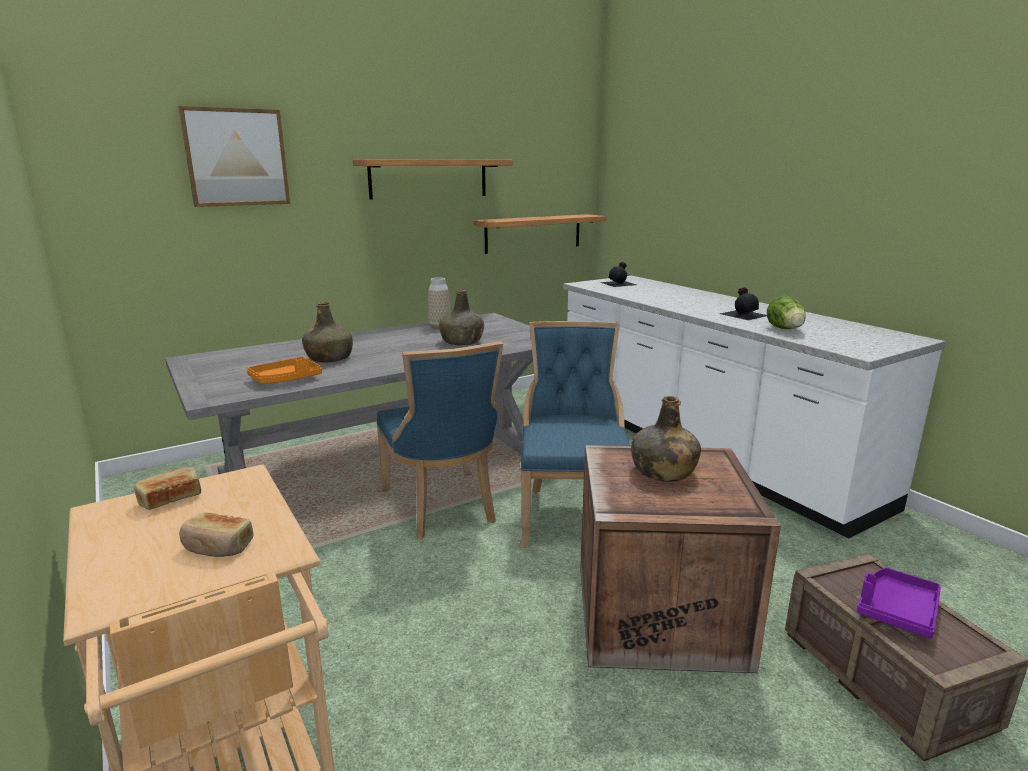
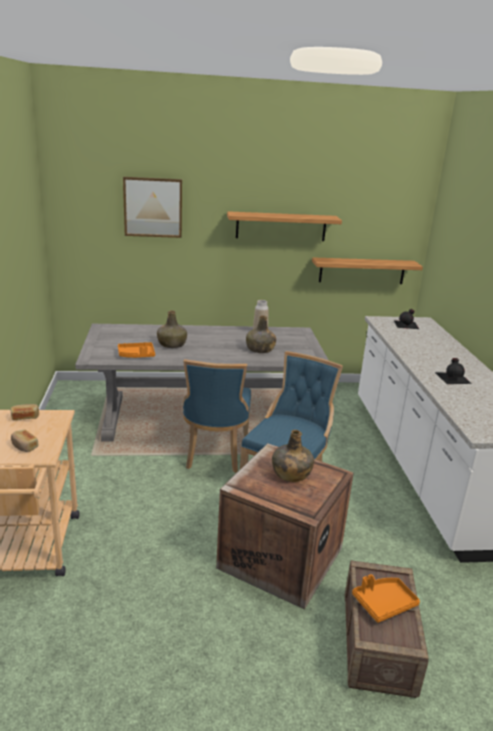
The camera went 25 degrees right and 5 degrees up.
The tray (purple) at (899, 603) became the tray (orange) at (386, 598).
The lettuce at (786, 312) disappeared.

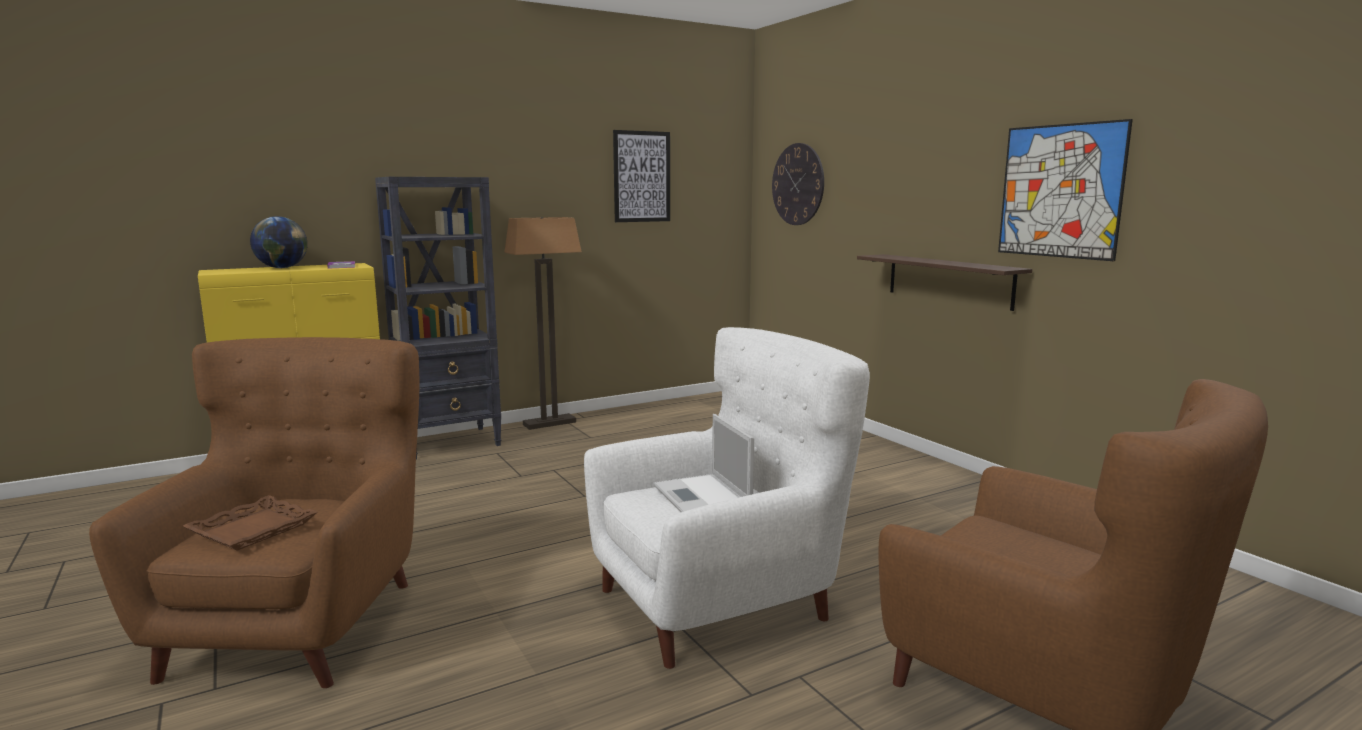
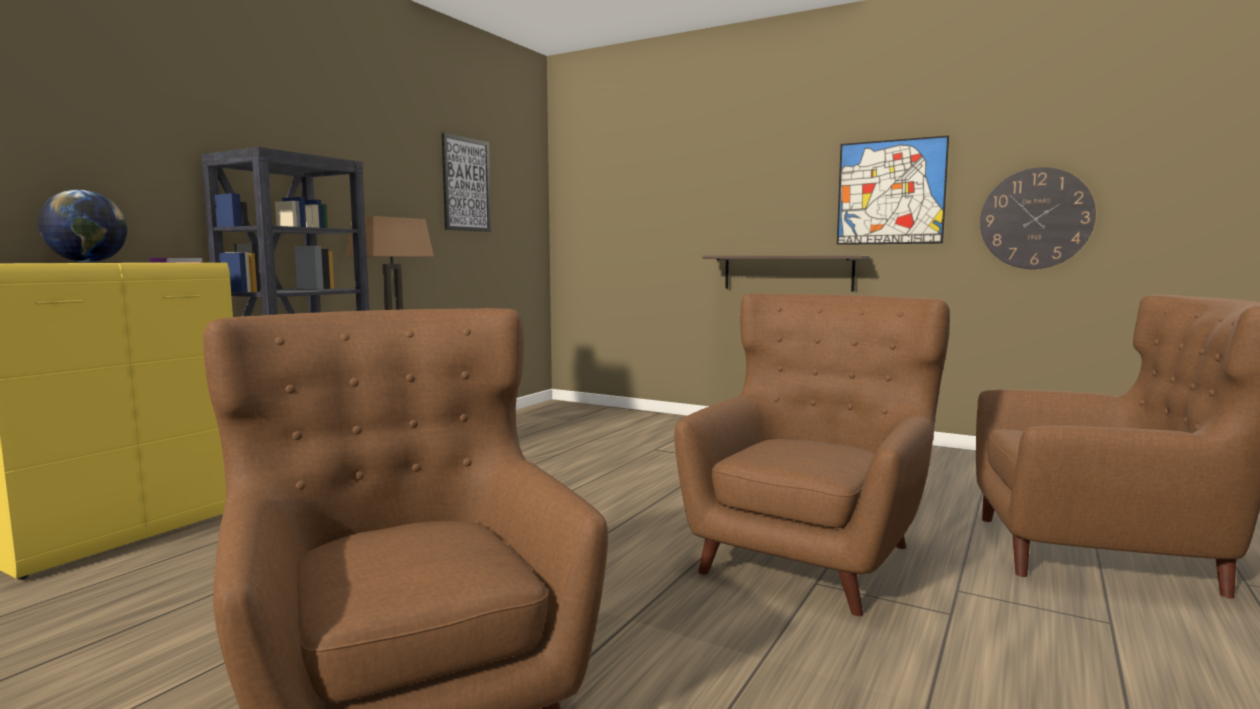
The camera went 30 degrees left and 5 degrees down.
The armchair (white) at (727, 498) became the armchair (brown) at (812, 454).
The wall clock moved from (798, 184) to (1038, 218).
The tray (brown) at (250, 523) disappeared.
The laptop at (703, 463) disappeared.

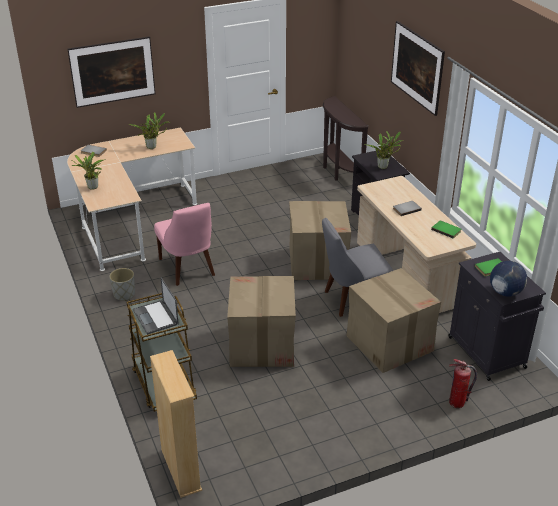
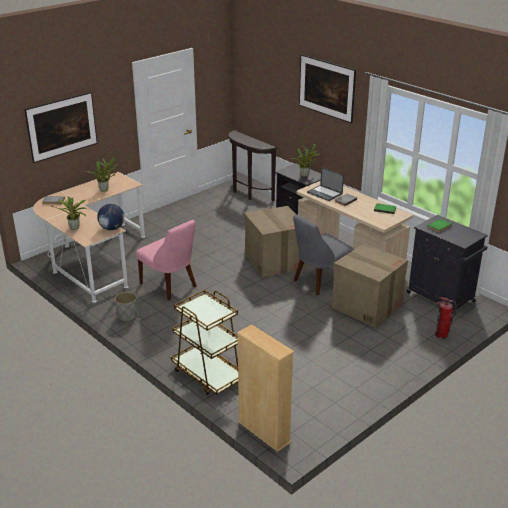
The camera went 20 degrees left and 5 degrees down.
The globe moved from (508, 279) to (110, 217).
The laptop moved from (156, 306) to (325, 184).
The cardboard box at (261, 321) disappeared.

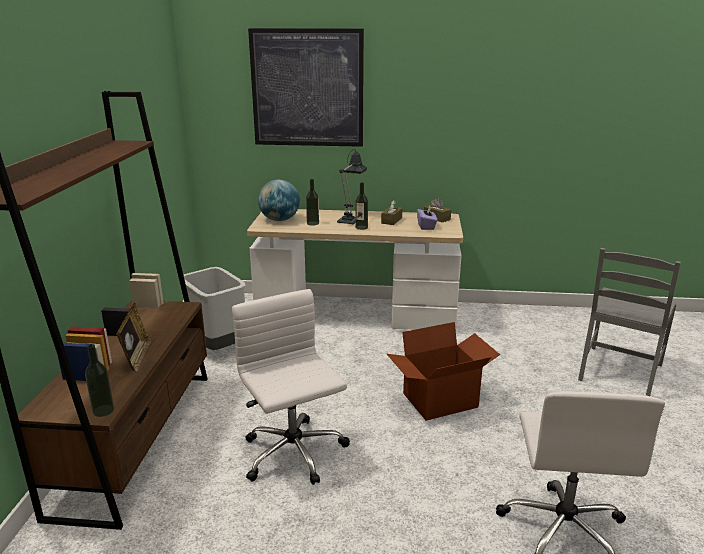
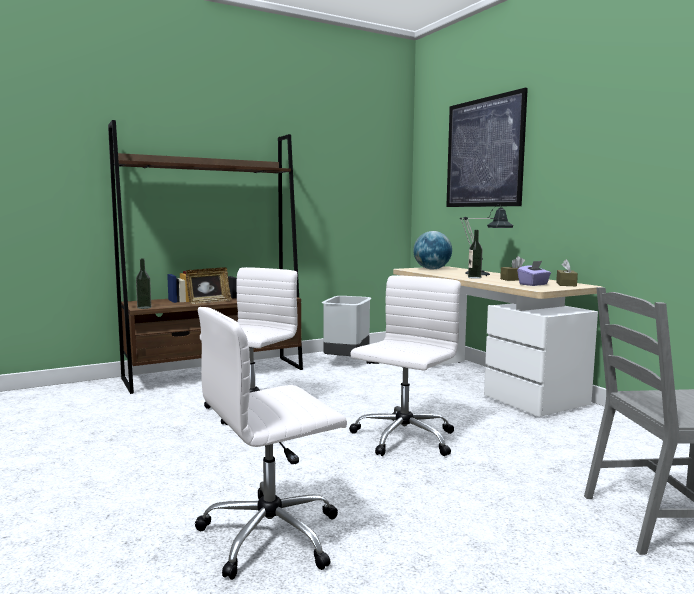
The camera went 55 degrees right and 15 degrees down.
The cardboard box at (443, 371) was replaced by the office chair (white) at (405, 365).
The bottle at (312, 202) disappeared.

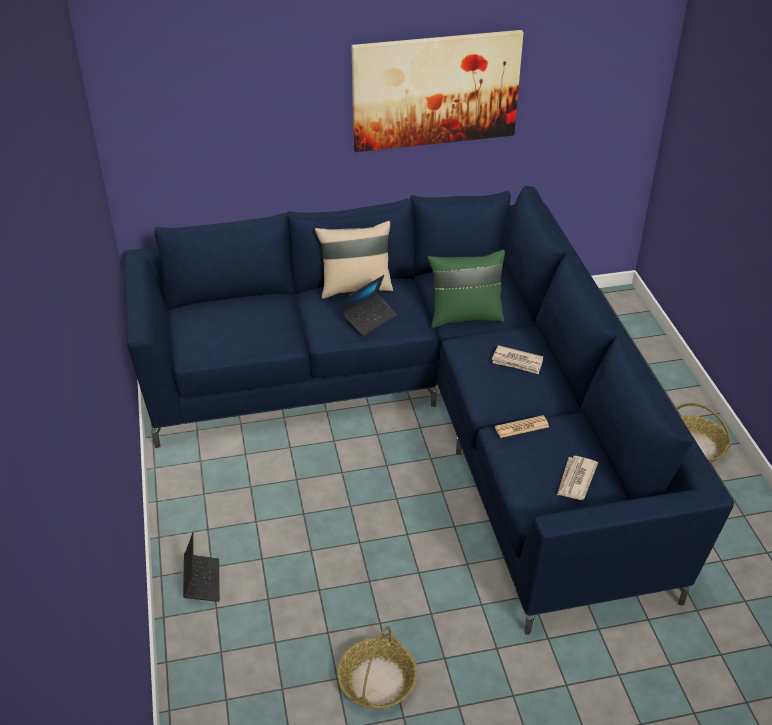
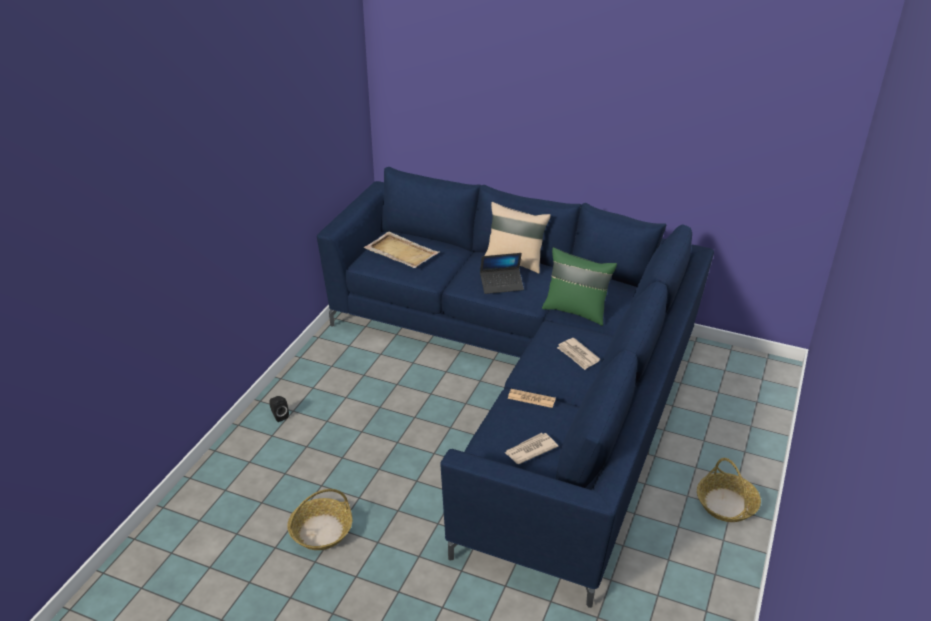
The camera went 35 degrees right and 5 degrees down.
The laptop at (201, 567) was replaced by the speaker (black) at (279, 409).
The tray (beige) at (401, 250) appeared.
The picture at (437, 91) disappeared.

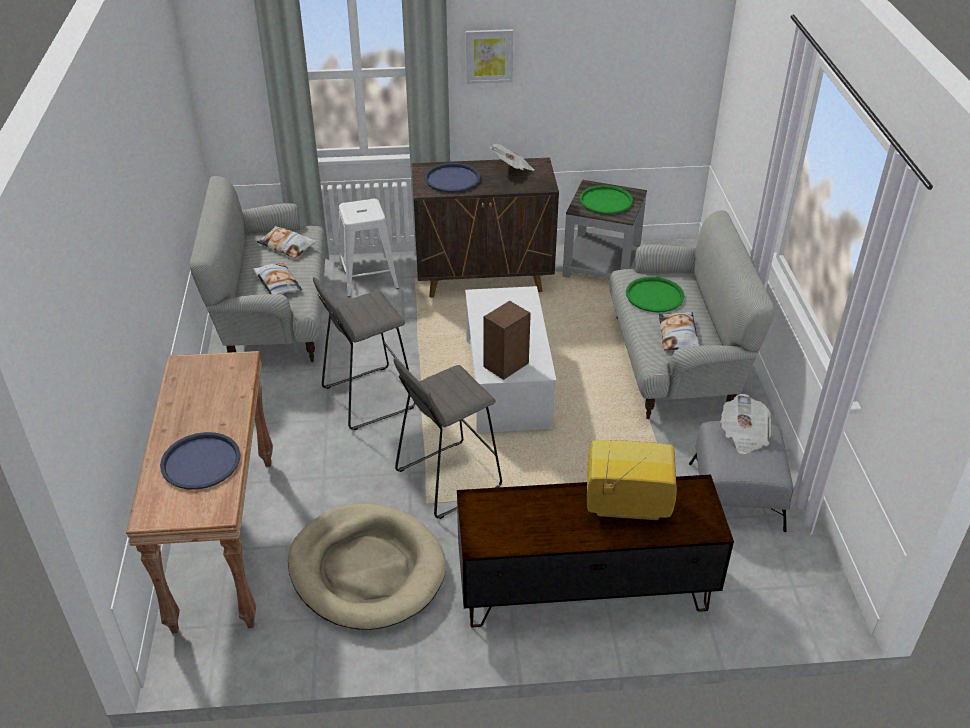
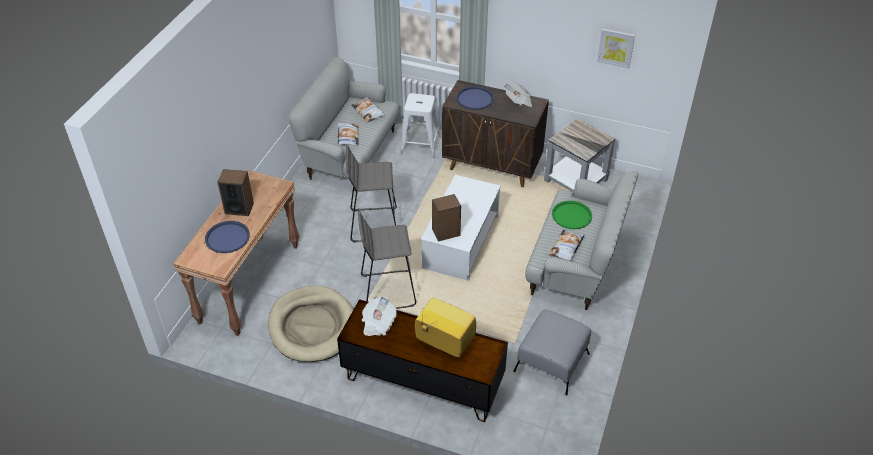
The camera went 25 degrees right and 5 degrees up.
The speaker at (235, 192) appeared.
The newspaper moved from (745, 424) to (379, 316).
The picture moved from (489, 56) to (616, 48).
The tray (green) at (606, 199) disappeared.

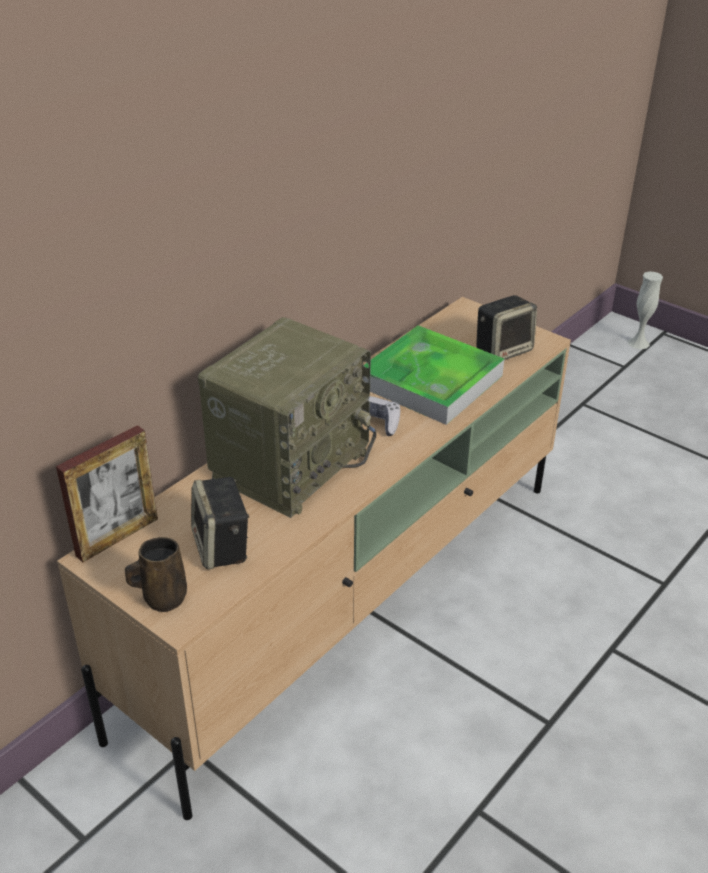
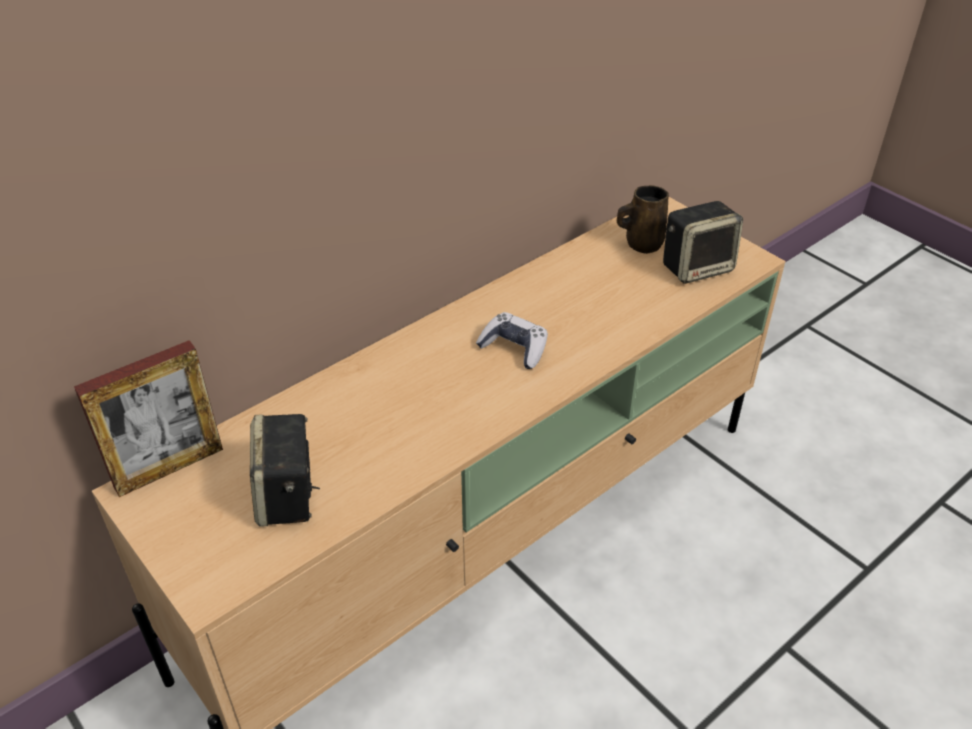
The camera went 10 degrees right and 5 degrees up.
The mug (brown) moved from (156, 574) to (643, 219).
The radio at (287, 417) disappeared.
The tray at (433, 375) disappeared.
The vase (white) at (645, 310) disappeared.

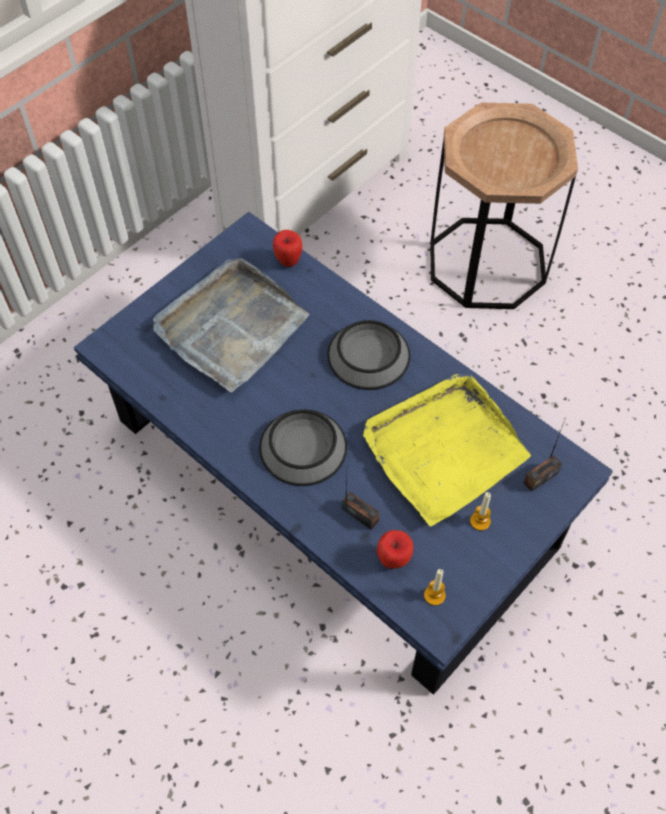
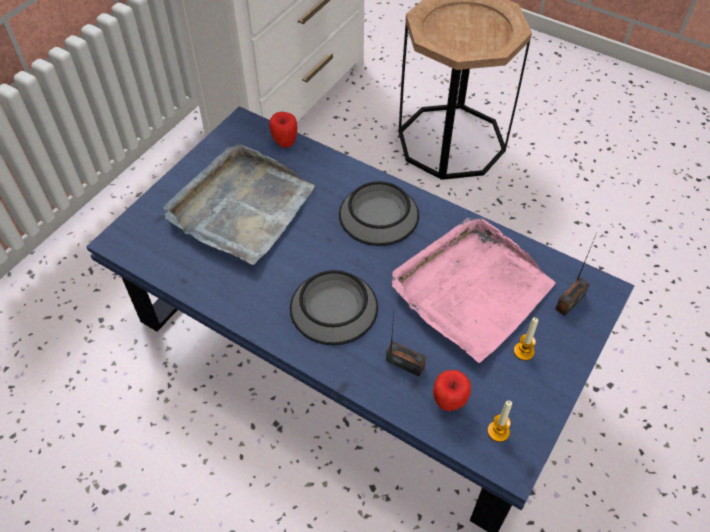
The camera went 10 degrees left and 5 degrees down.
The tray (yellow) at (447, 450) became the tray (pink) at (474, 290).

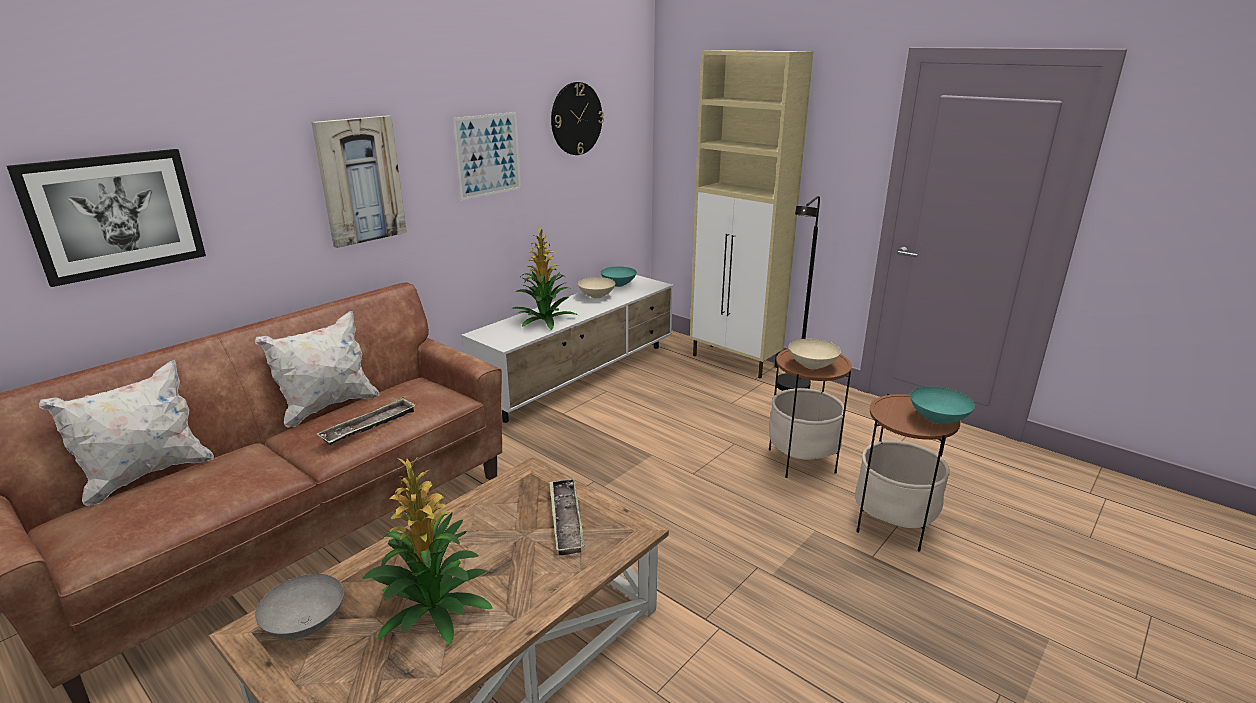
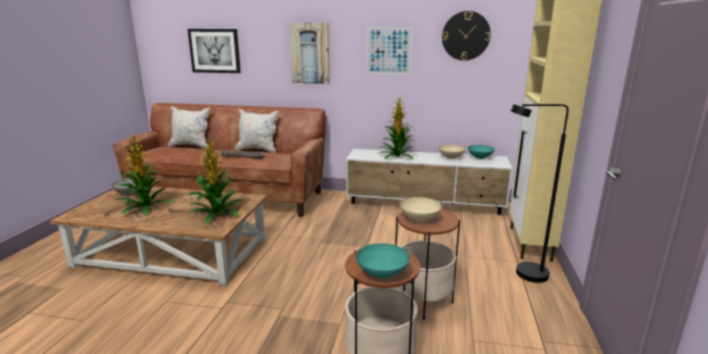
The camera went 60 degrees right and 5 degrees down.
The tray at (567, 516) was replaced by the potted plant at (215, 180).

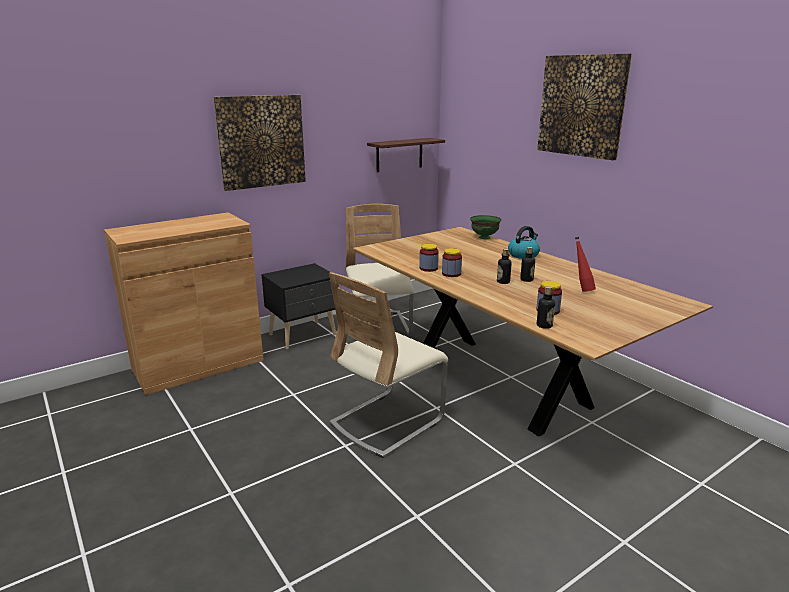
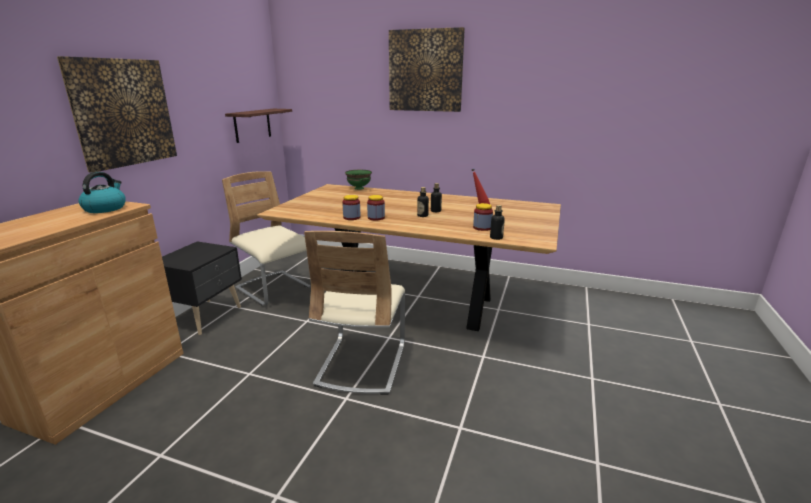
The camera went 35 degrees left and 0 degrees up.
The kettle moved from (524, 242) to (102, 192).

